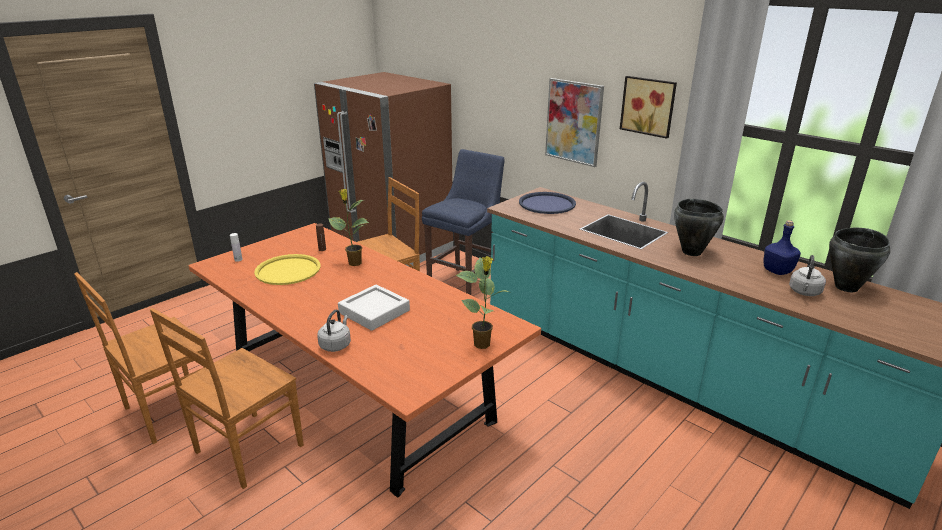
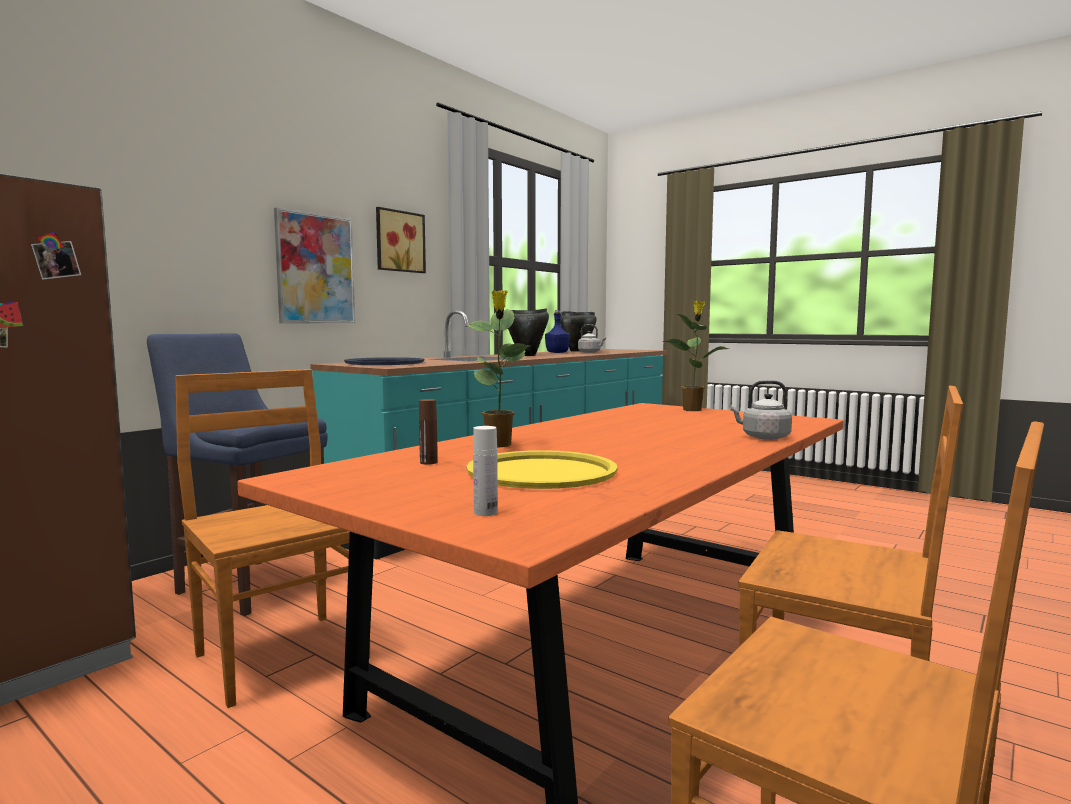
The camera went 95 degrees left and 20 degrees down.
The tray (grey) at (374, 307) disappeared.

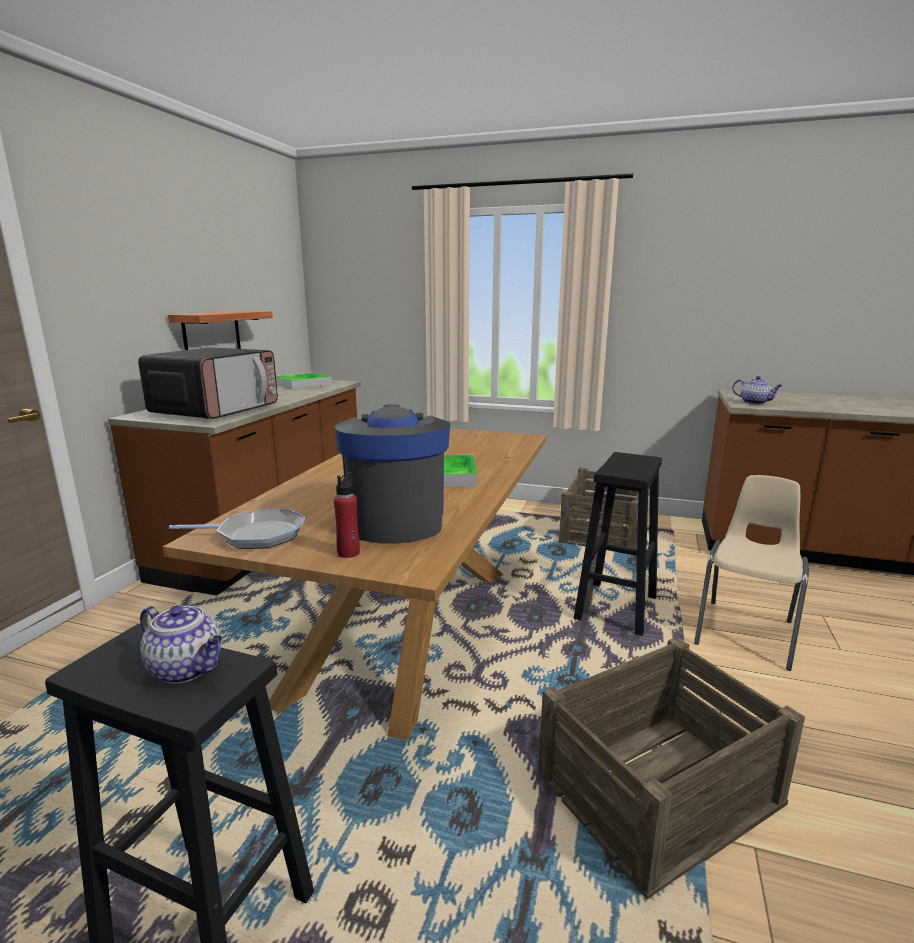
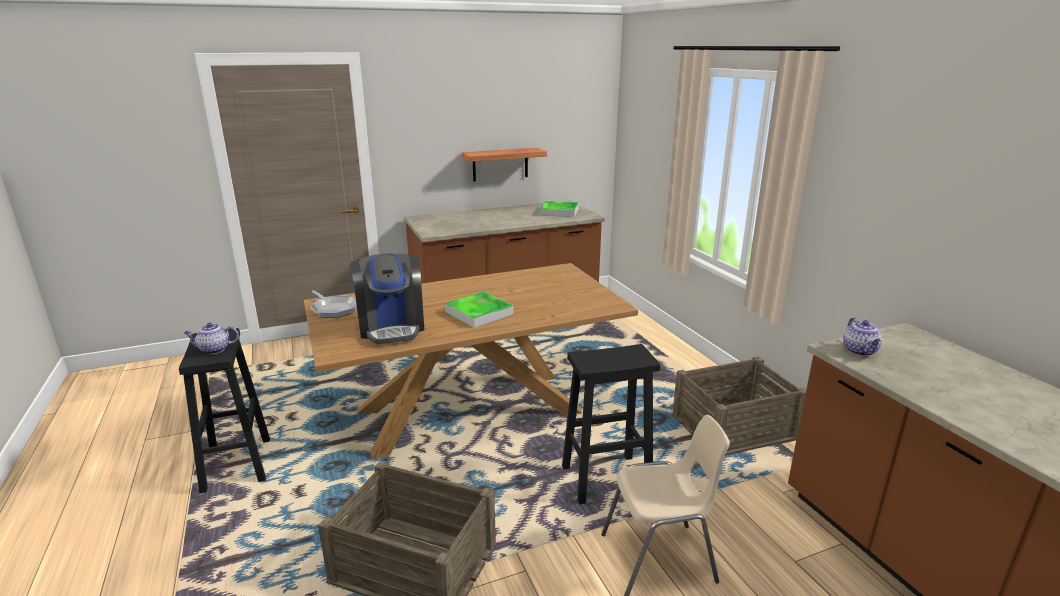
The camera went 50 degrees right and 5 degrees up.
The teapot at (181, 644) turned 90 degrees clockwise.
The coffee machine at (392, 474) turned 120 degrees clockwise.
The microwave at (208, 383) disappeared.
The bottle (red) at (347, 515) disappeared.

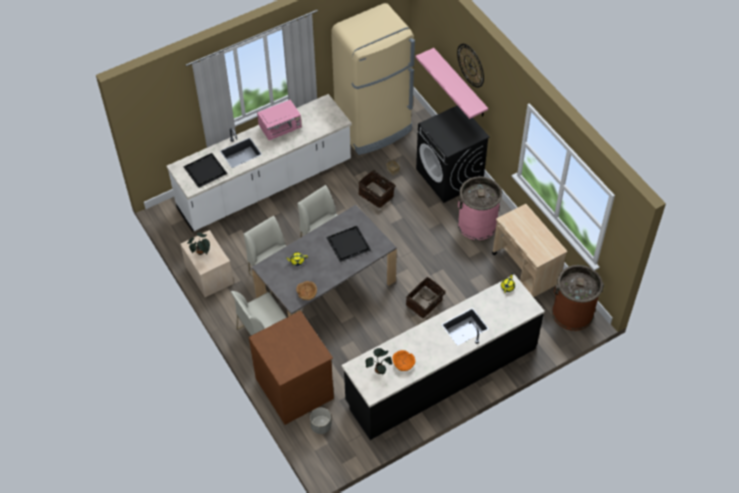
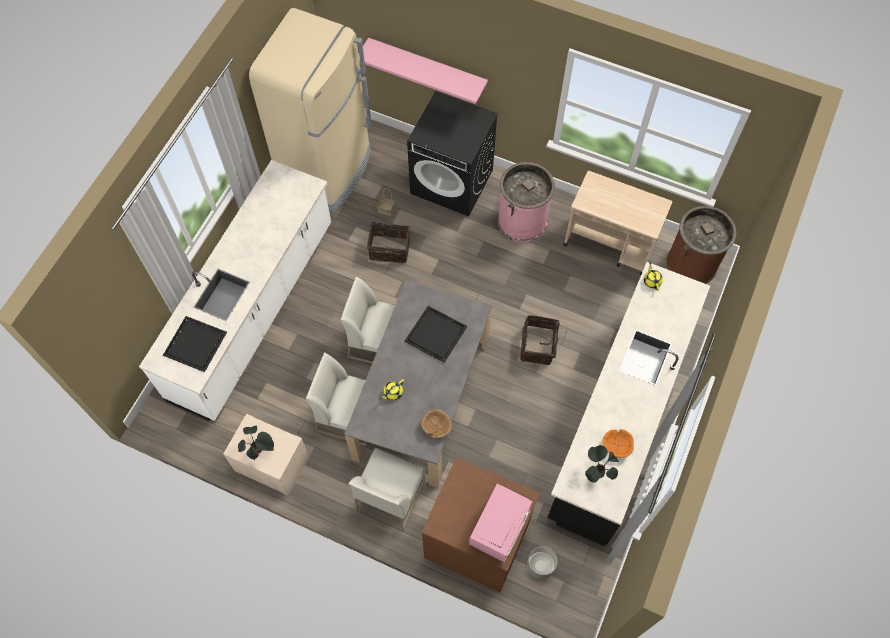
The camera went 35 degrees left and 10 degrees up.
The microwave (pink) moved from (279, 120) to (500, 523).
The wall clock at (470, 66) disappeared.

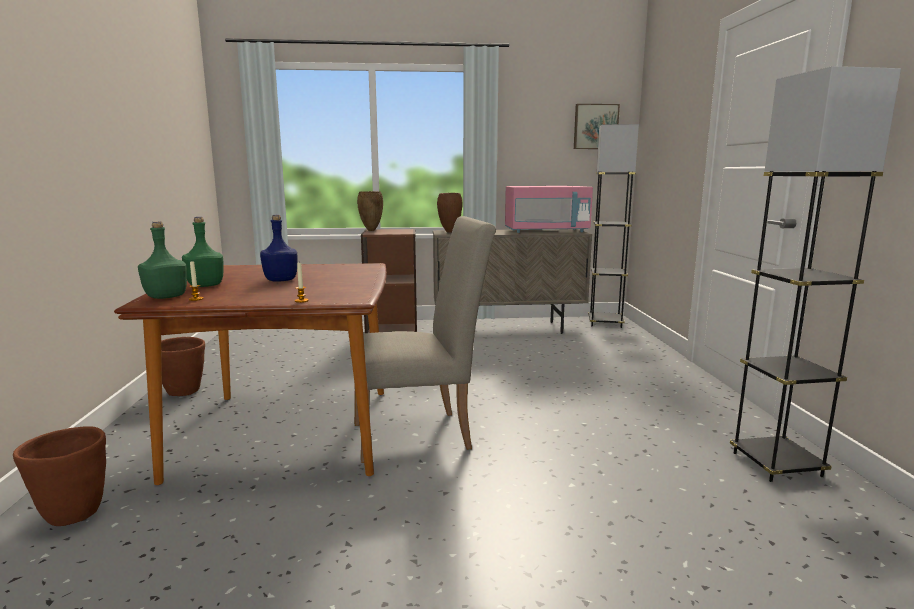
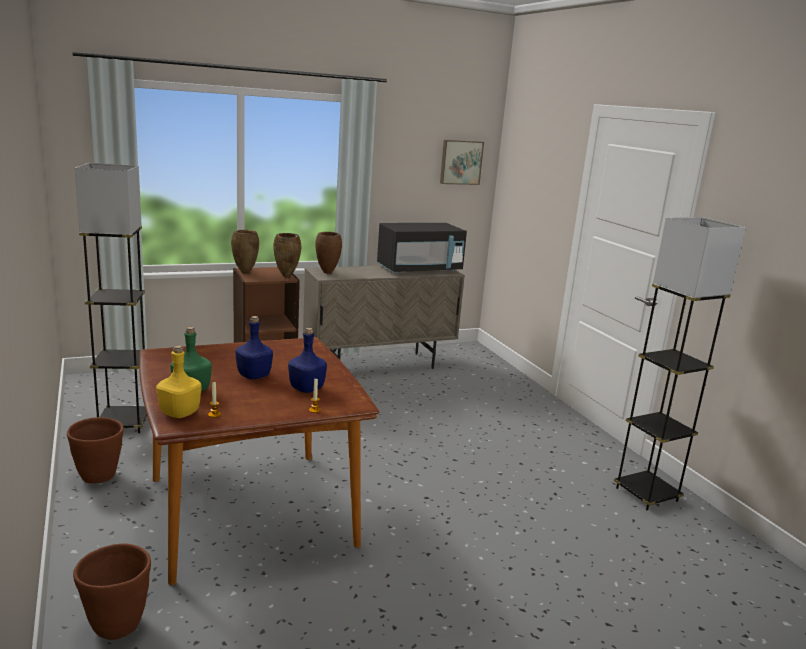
The camera went 20 degrees left and 5 degrees up.
The floor lamp (grey) moved from (613, 226) to (110, 298).
The bottle (green) at (162, 260) became the bottle (yellow) at (178, 381).
The vase (brown) at (287, 255) appeared.
The bottle (blue) at (307, 360) appeared.
The microwave (pink) at (549, 209) became the microwave (black) at (422, 248).
The chair (beige) at (423, 339) disappeared.

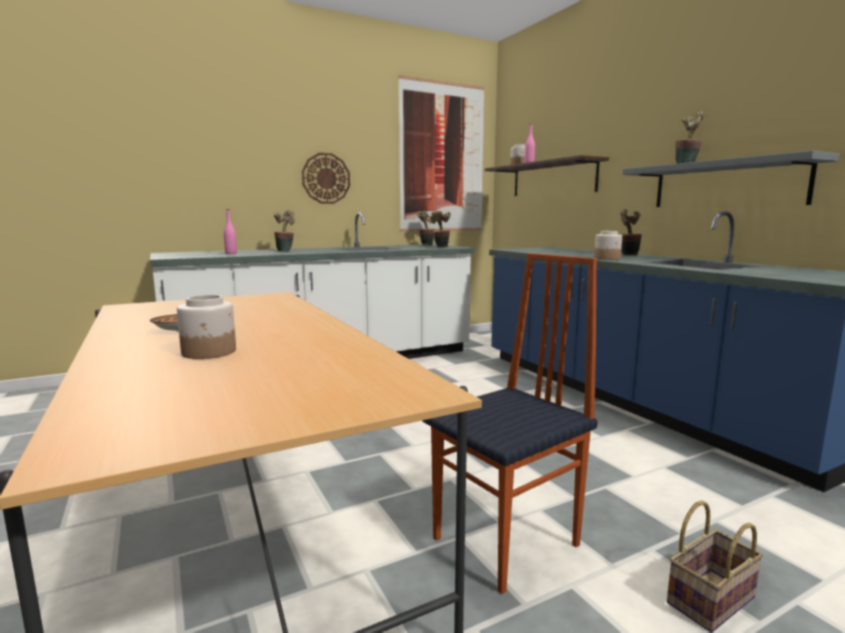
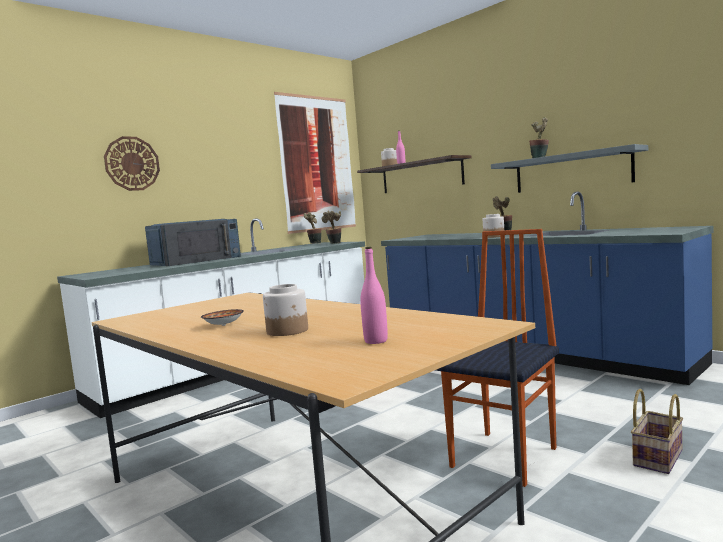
The camera went 15 degrees left and 5 degrees down.
The wall clock moved from (326, 178) to (132, 163).
The potted plant at (284, 231) was replaced by the microwave (blue) at (193, 242).
The bottle (pink) moved from (230, 231) to (374, 295).

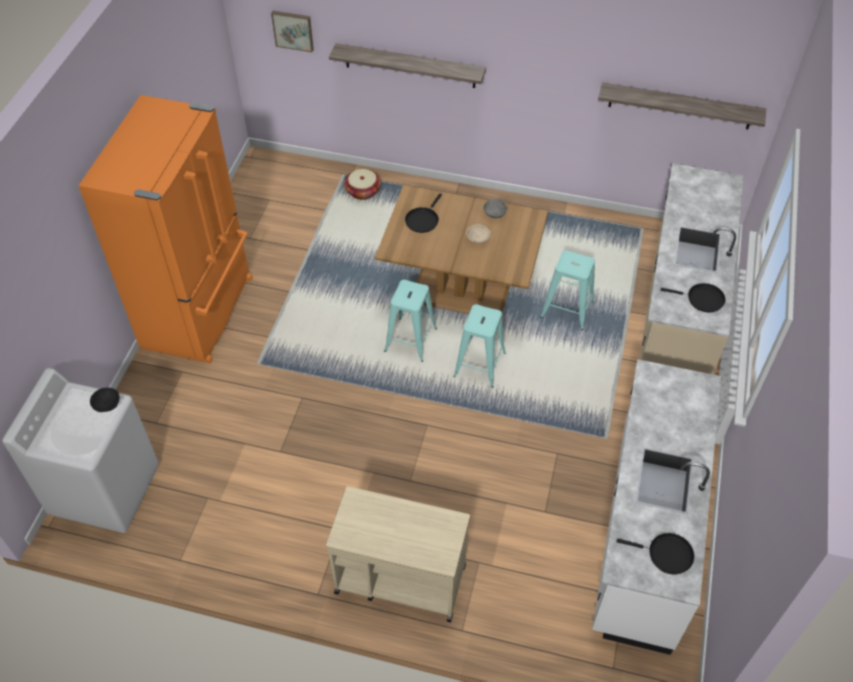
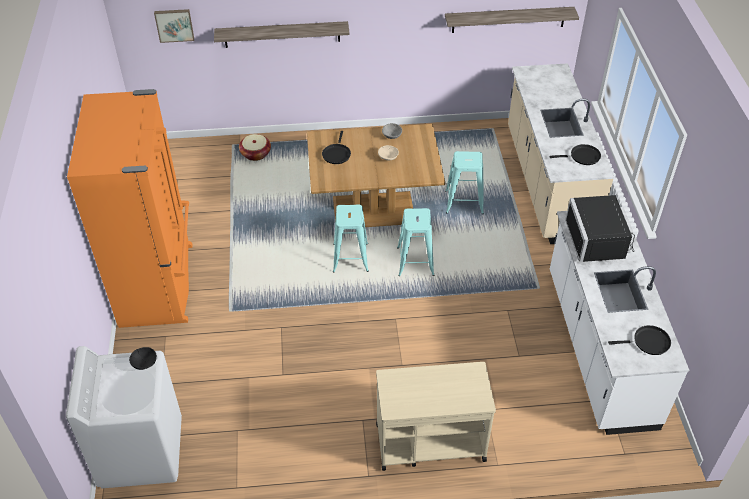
The camera went 20 degrees left and 5 degrees down.
The microwave (black) at (600, 228) appeared.

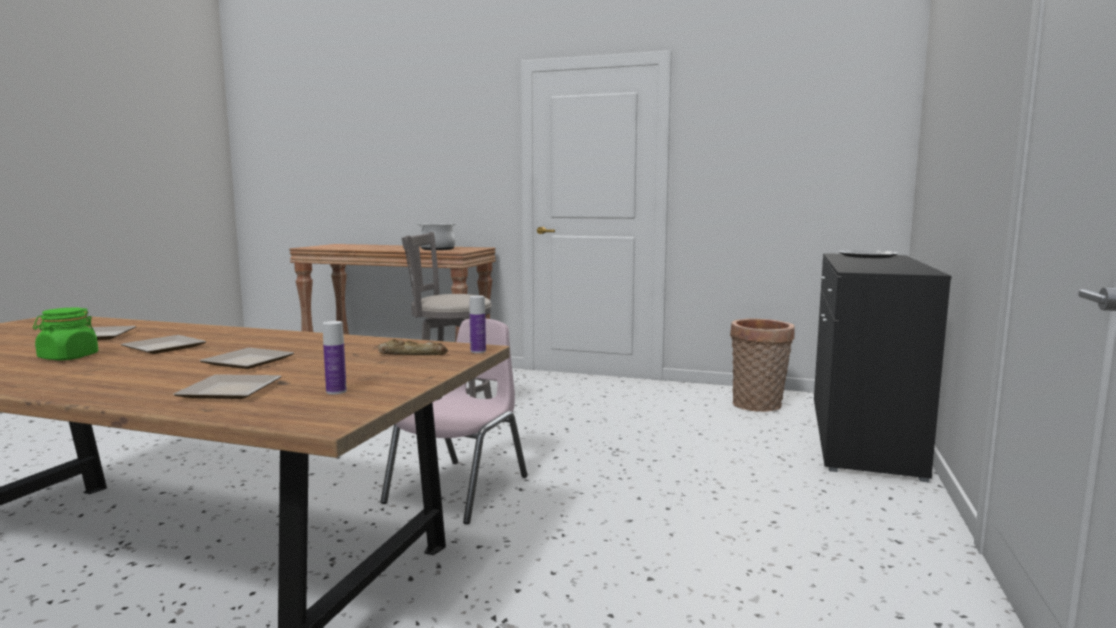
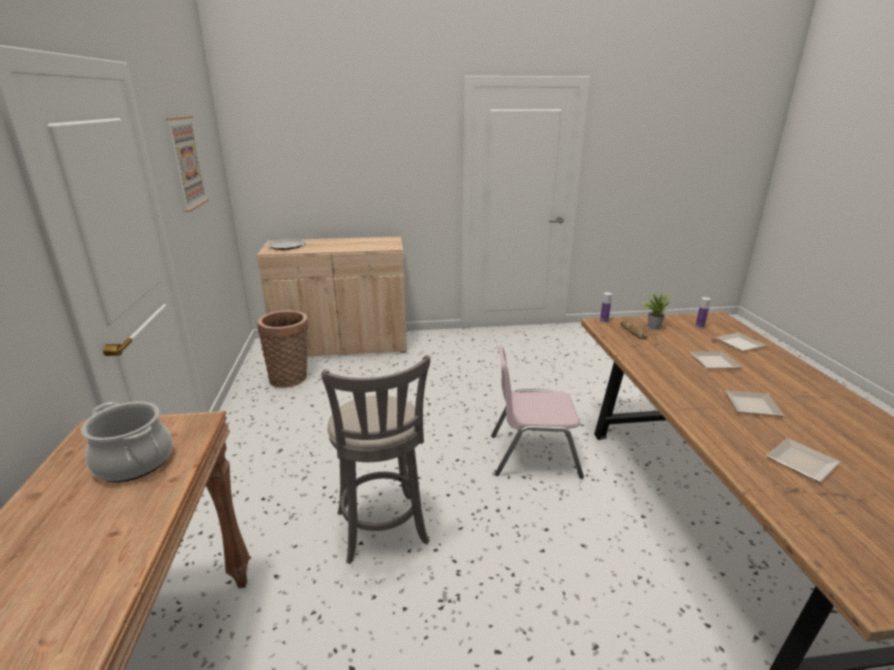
The camera went 115 degrees left and 15 degrees up.
The picture at (187, 164) appeared.
The cabinet (black) at (882, 367) became the cabinet (beige) at (332, 296).
The potted plant at (655, 310) appeared.
The jar (green) at (65, 333) disappeared.

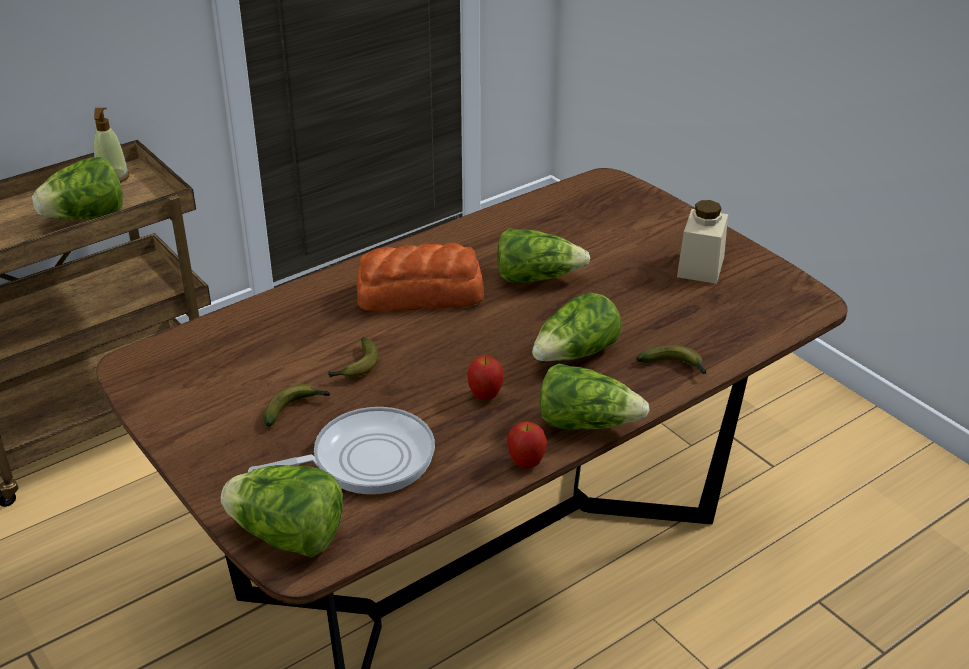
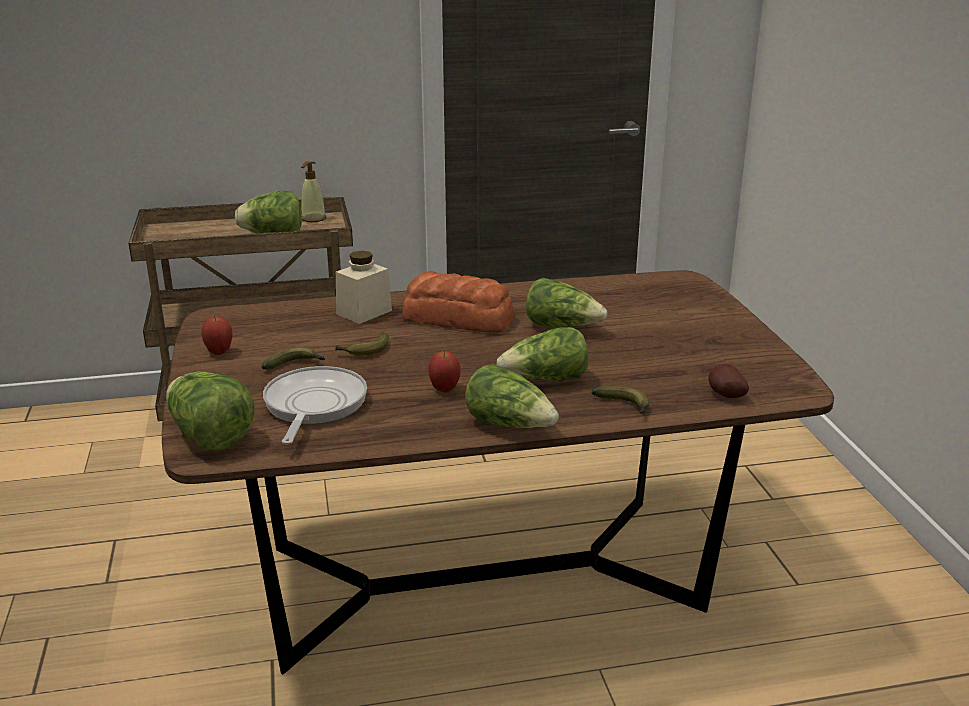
The camera went 25 degrees right and 10 degrees down.
The apple moved from (527, 445) to (216, 335).
The frying pan at (341, 450) turned 90 degrees counterclockwise.
The jar (beige) moved from (702, 242) to (364, 287).
The potato at (728, 381) appeared.

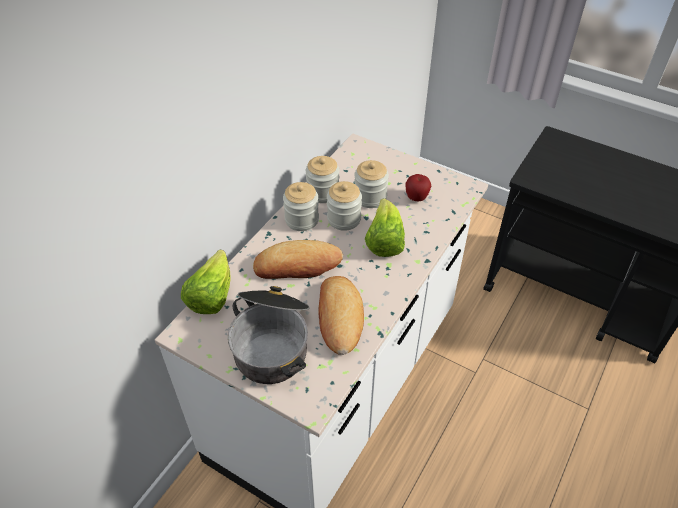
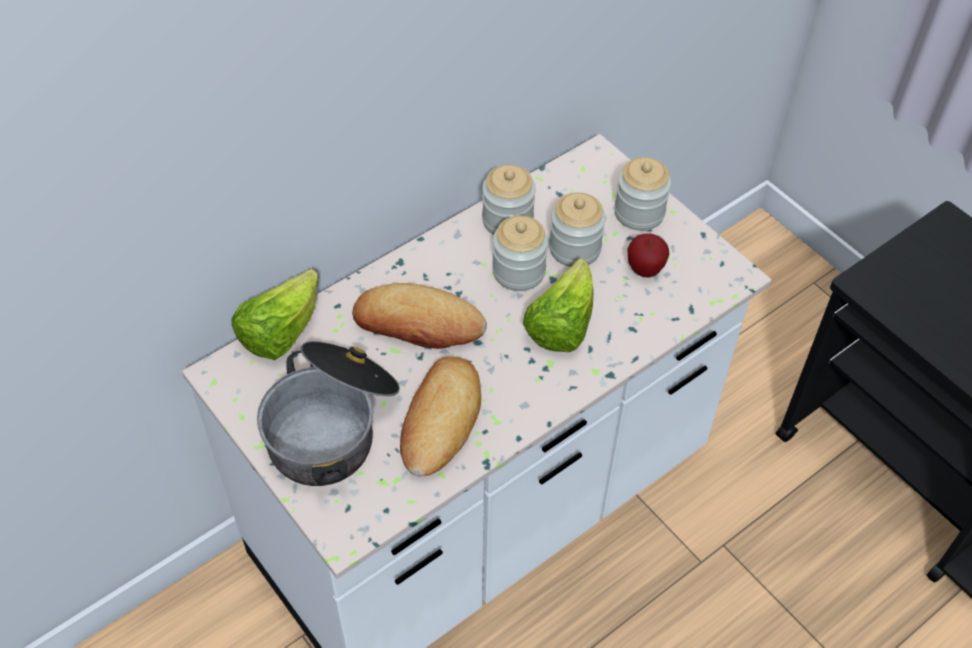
The camera went 20 degrees right and 5 degrees up.
The jar moved from (301, 206) to (642, 194).

